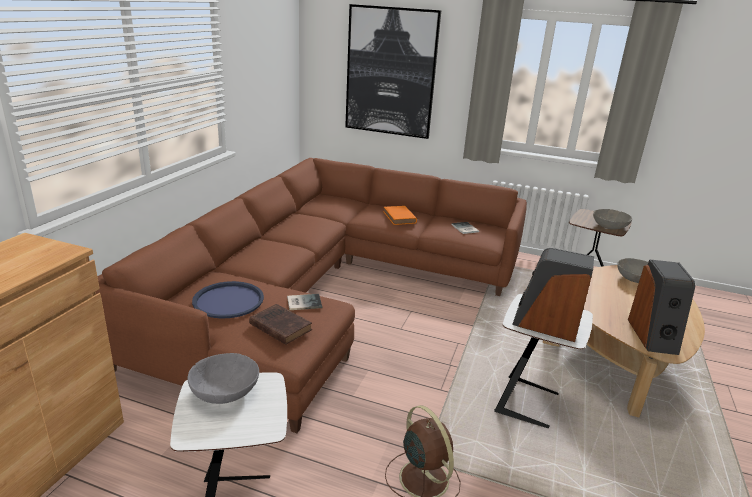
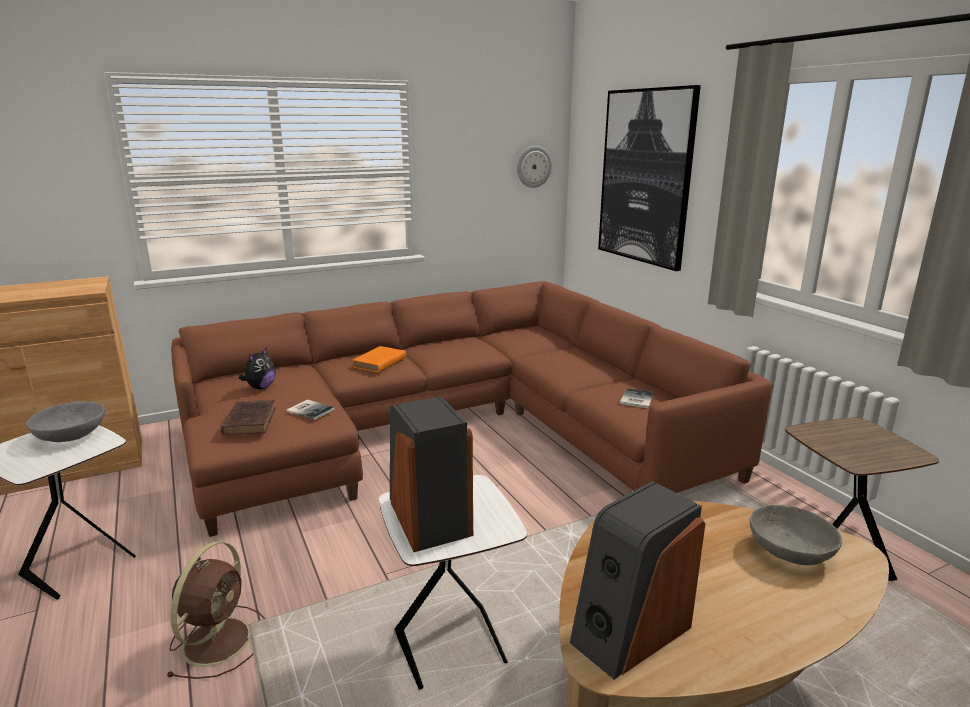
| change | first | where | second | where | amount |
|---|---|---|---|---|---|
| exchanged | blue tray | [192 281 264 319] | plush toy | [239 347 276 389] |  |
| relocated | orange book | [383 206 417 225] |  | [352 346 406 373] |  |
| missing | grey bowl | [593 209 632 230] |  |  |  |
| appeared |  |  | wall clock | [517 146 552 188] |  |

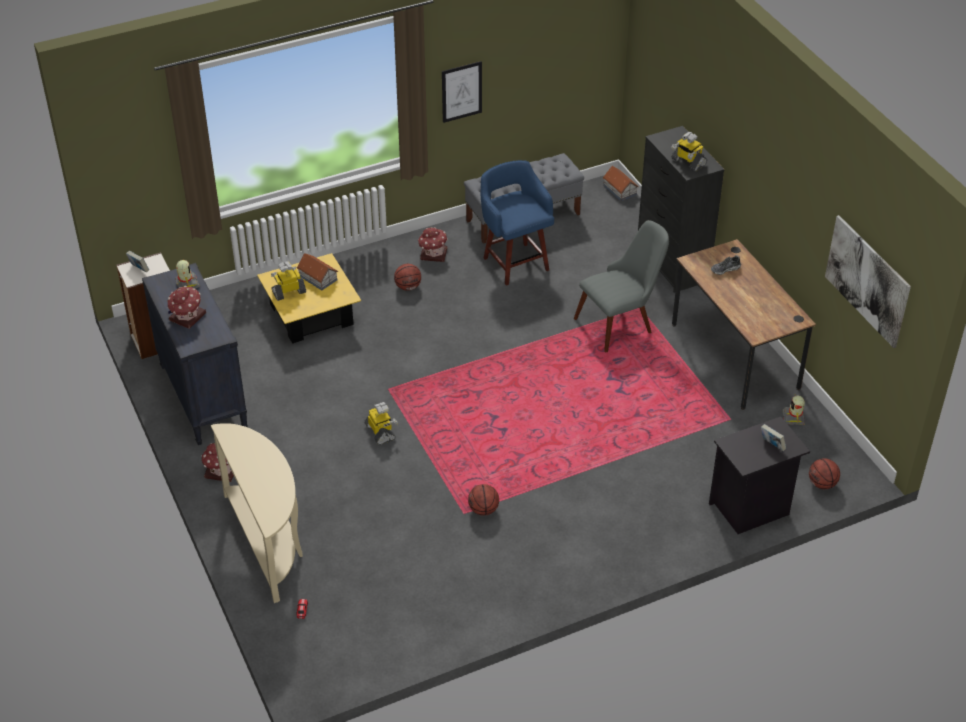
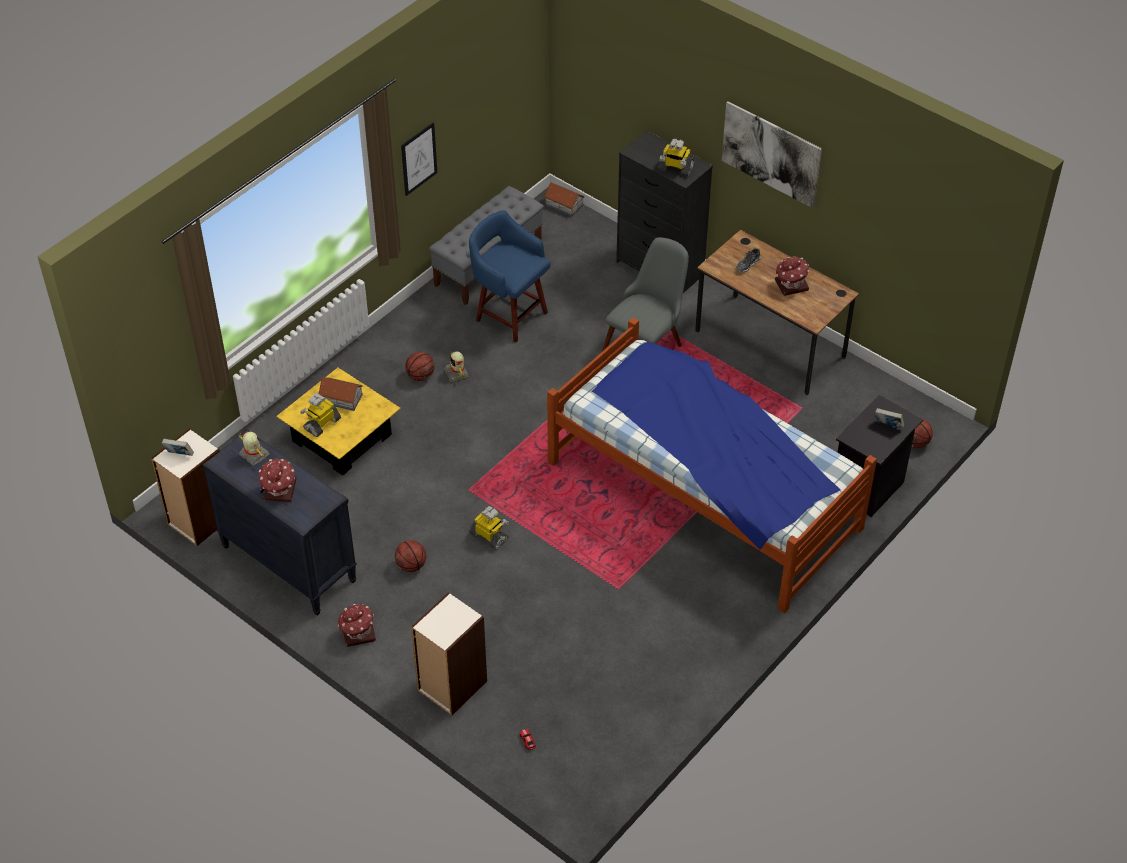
| change | first | where | second | where | amount |
|---|---|---|---|---|---|
| exchanged | beige console table | [211 423 303 603] | bookcase | [411 592 487 716] |  |
| relocated | toy house | [418 227 448 262] |  | [775 256 809 296] |  |
| relocated | basketball | [468 484 499 516] |  | [395 540 426 572] |  |
| relocated | toy robot | [783 396 805 425] |  | [444 351 469 382] |  |
| relocated | picture | [825 215 911 348] |  | [722 101 822 208] |  |
| appeared |  |  | bed | [547 318 877 613] |  |

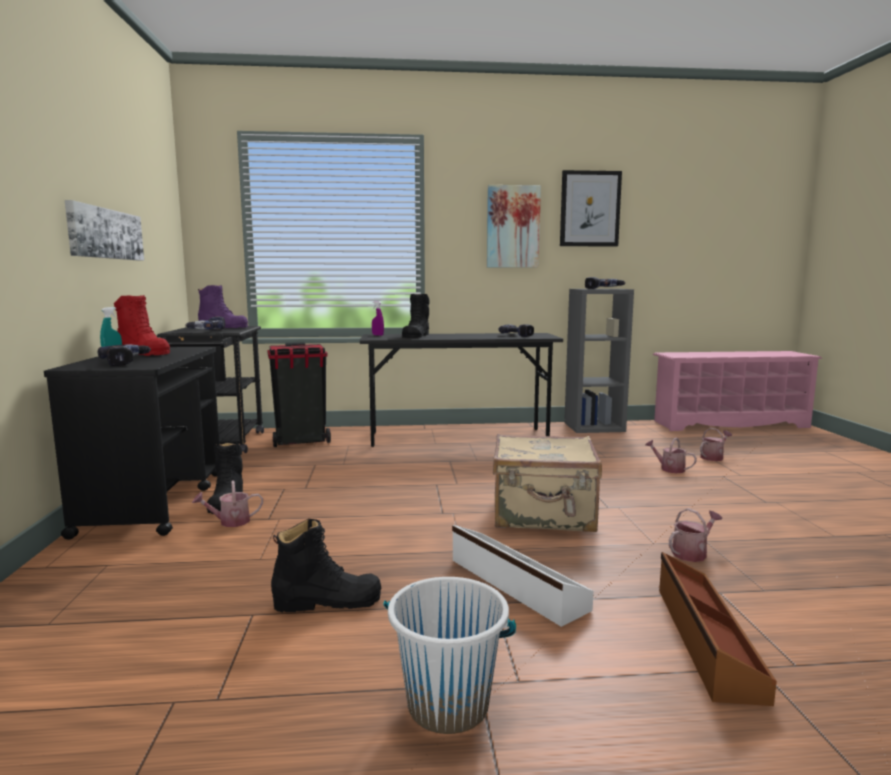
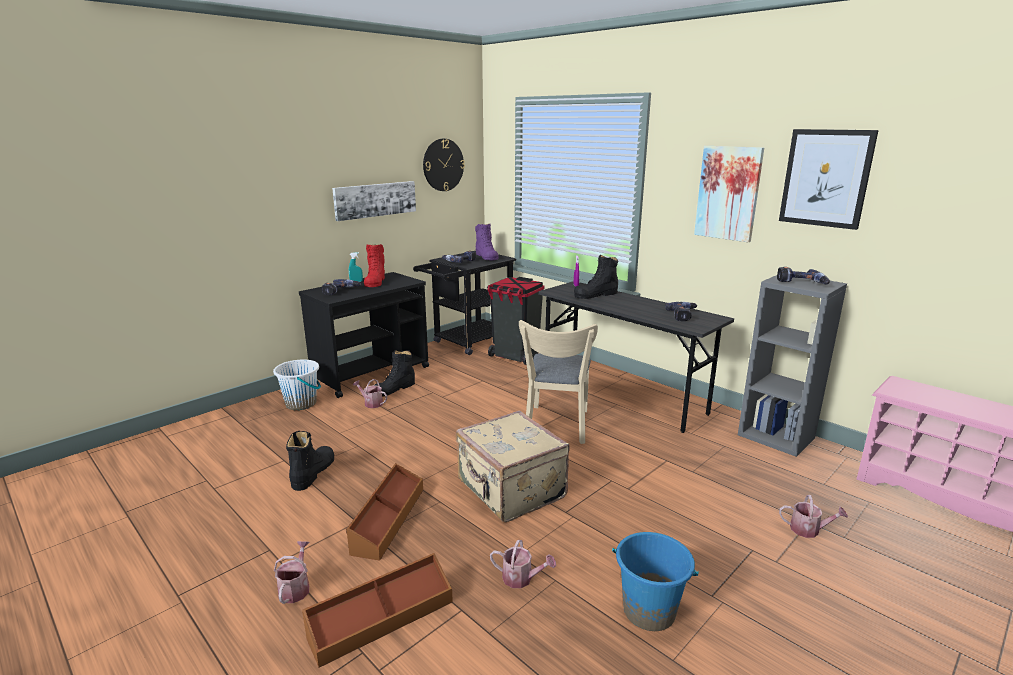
| change | first | where | second | where | amount |
|---|---|---|---|---|---|
| spun | black boot | [271 519 382 612] |  | [286 431 334 491] | 120 degrees counterclockwise |
| relocated | white bucket | [384 577 516 734] |  | [273 360 321 410] |  |
| colour | white storage box | [452 525 594 627] | brown storage box | [346 463 423 561] |  |
| relocated | watering can | [645 438 697 473] |  | [274 541 310 604] |  |
| appeared |  |  | wall clock | [423 139 465 191] |  |
| appeared |  |  | beige chair | [519 320 598 444] |  |
| appeared |  |  | blue bucket | [612 532 699 631] |  |

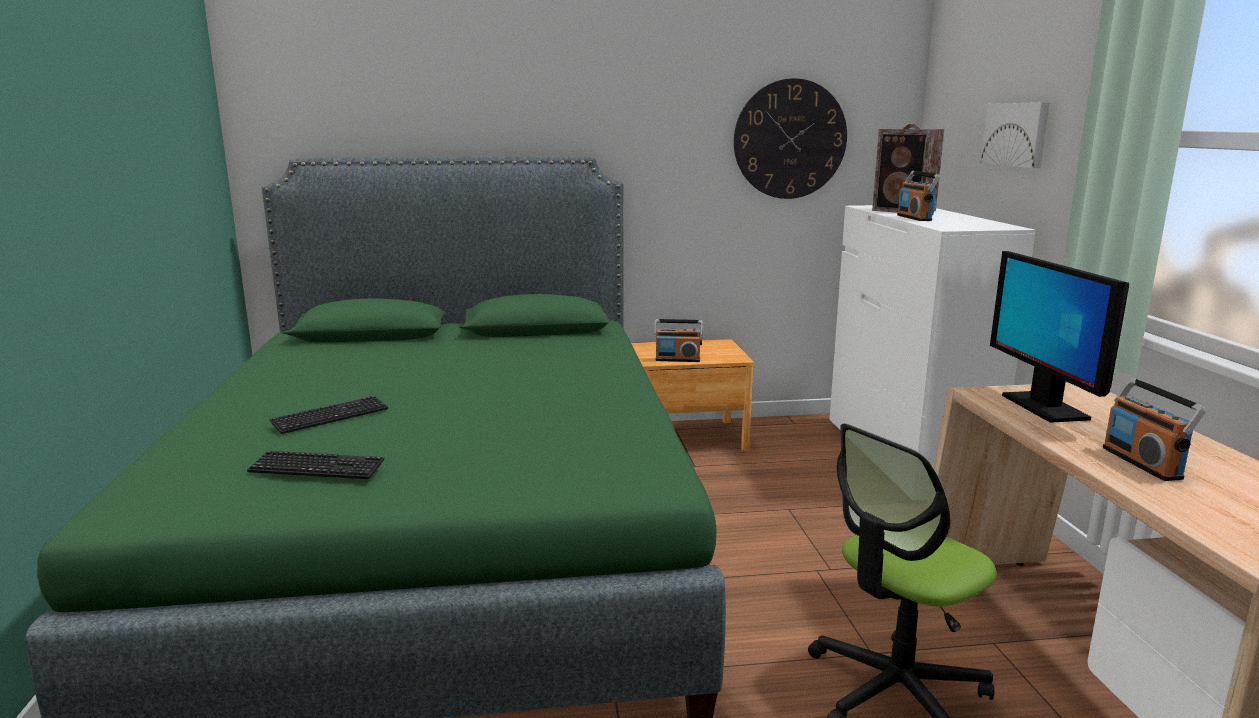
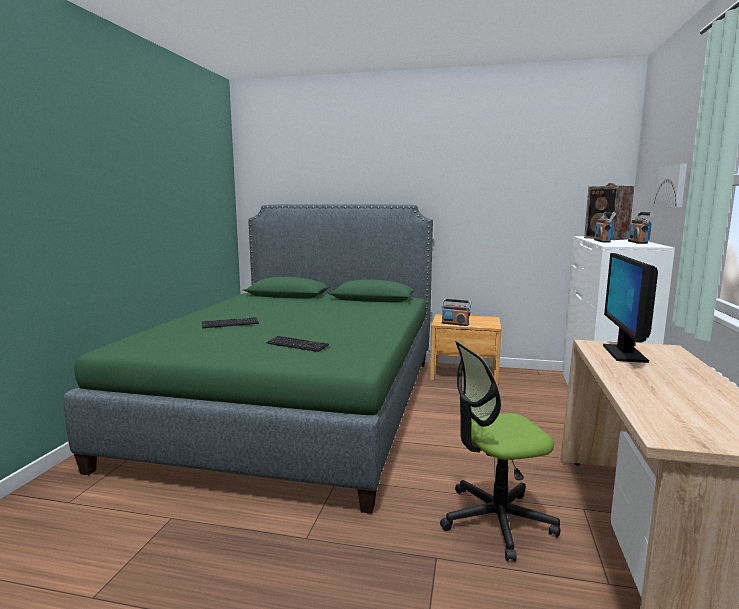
| change | first | where | second | where | amount |
|---|---|---|---|---|---|
| relocated | keyboard | [247 451 385 479] |  | [267 336 329 352] |  |
| missing | wall clock | [734 78 847 199] |  |  |  |
| relocated | radio | [1103 378 1207 481] |  | [628 212 654 244] |  |

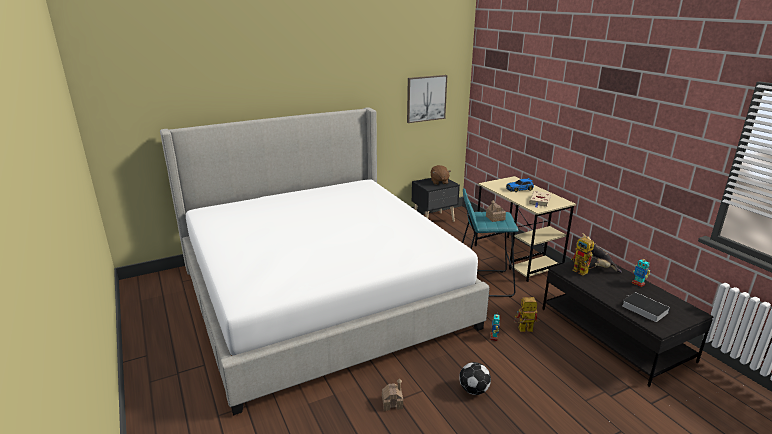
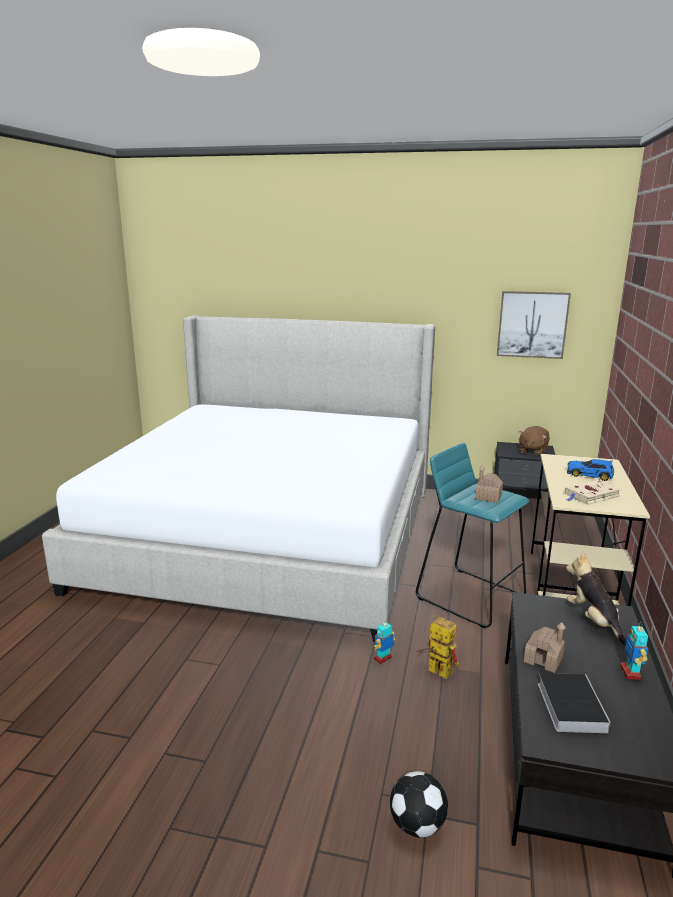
| change | first | where | second | where | amount |
|---|---|---|---|---|---|
| relocated | toy house | [382 378 403 411] |  | [524 622 566 673] |  |
| relocated | football | [459 362 491 395] |  | [390 771 448 838] |  |
| missing | toy robot | [571 237 599 276] |  |  |  |

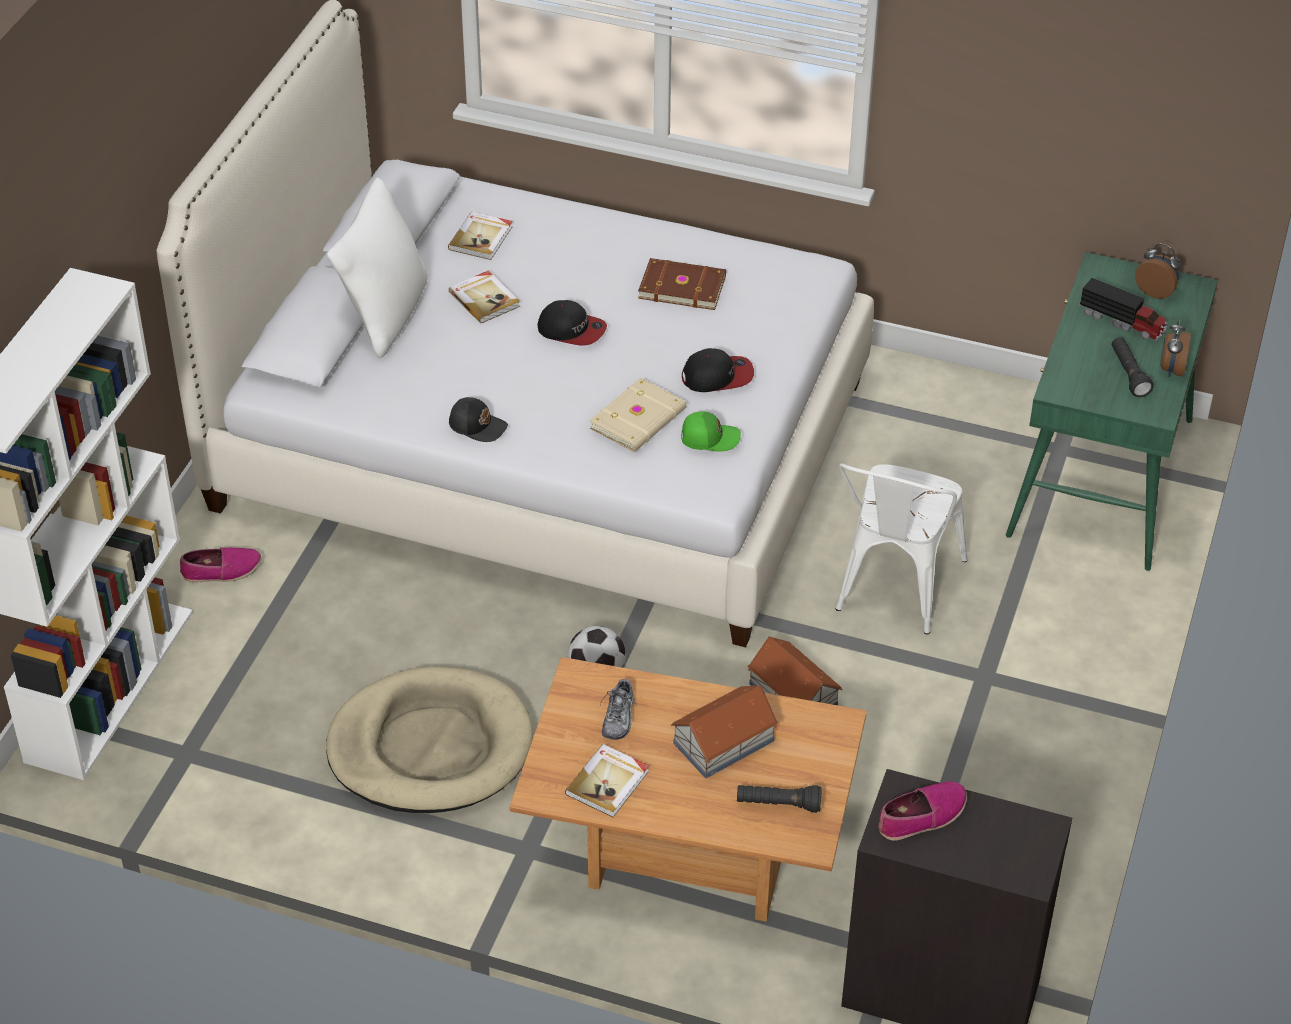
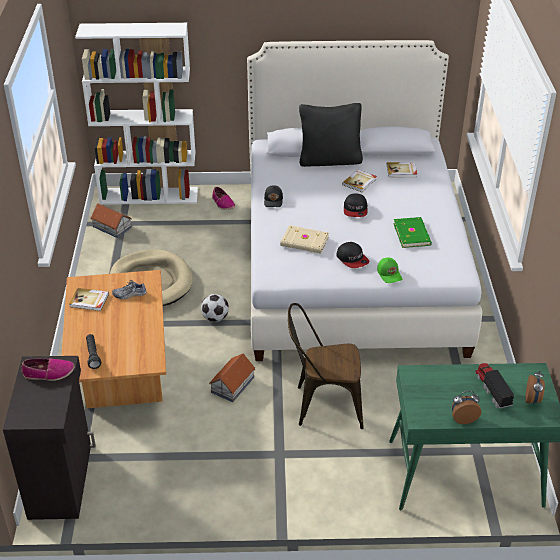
| change | first | where | second | where | amount |
|---|---|---|---|---|---|
| colour | white pillow | [327 178 428 358] | black pillow | [299 103 363 167] |  |
| colour | brown book | [638 258 726 310] | green book | [393 217 432 248] |  |
| relocated | toy house | [671 686 779 778] |  | [91 204 132 238] |  |
| relocated | green cap | [681 411 741 451] |  | [377 257 402 283] |  |
| colour | white chair | [836 464 967 634] | brown chair | [288 303 364 429] |  |
| spun | shoe | [878 781 967 841] |  | [21 358 75 381] | 45 degrees counterclockwise |
| spun | toy truck | [1079 278 1167 342] |  | [475 363 514 409] | 150 degrees clockwise |
| missing | black flashlight | [1112 337 1153 397] |  |  |  |

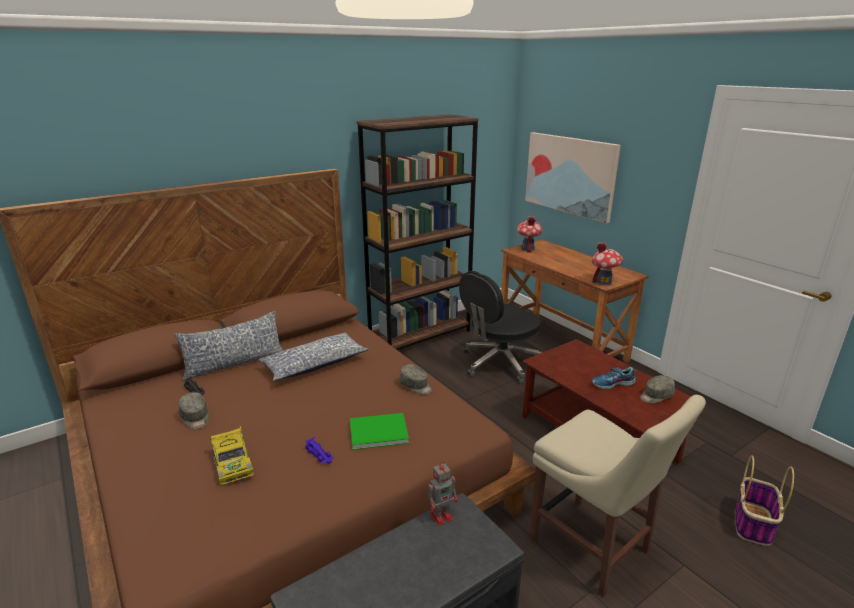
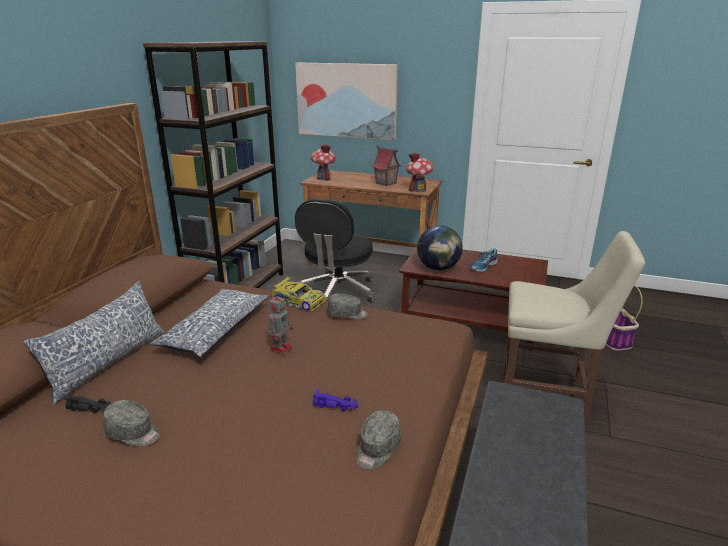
| change | first | where | second | where | amount |
|---|---|---|---|---|---|
| relocated | toy car | [210 426 254 485] |  | [271 276 326 311] |  |
| missing | green book | [350 413 409 450] |  |  |  |
| relocated | toy robot | [428 461 458 526] |  | [268 292 293 354] |  |
| relocated | grey cap | [640 375 675 403] |  | [356 410 401 469] |  |
| appeared |  |  | toy house | [372 146 401 186] |  |
| appeared |  |  | globe | [417 225 463 270] |  |

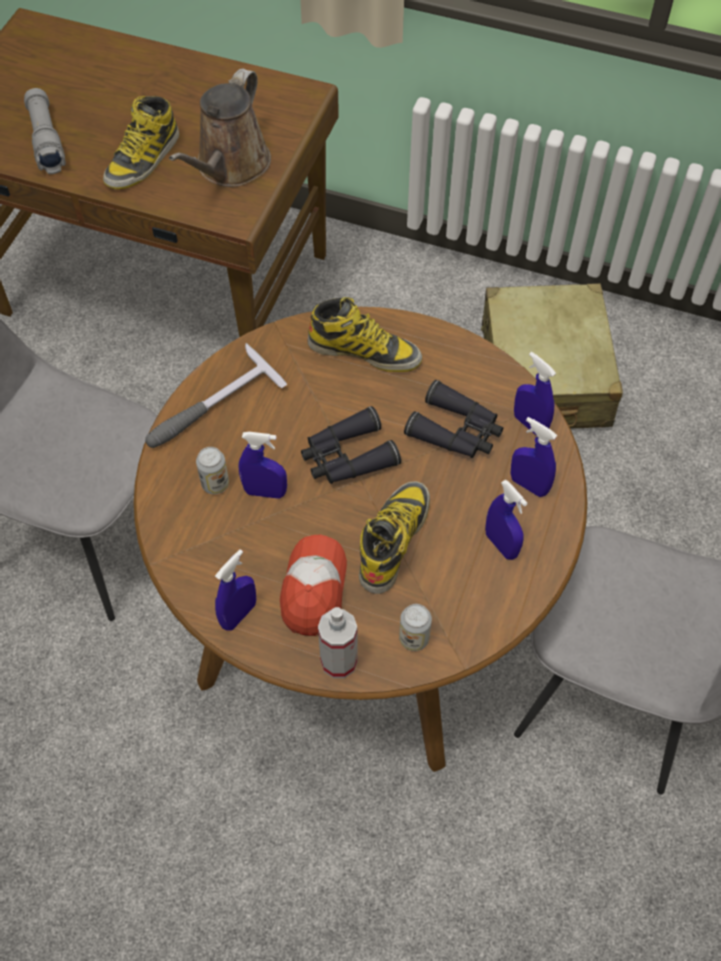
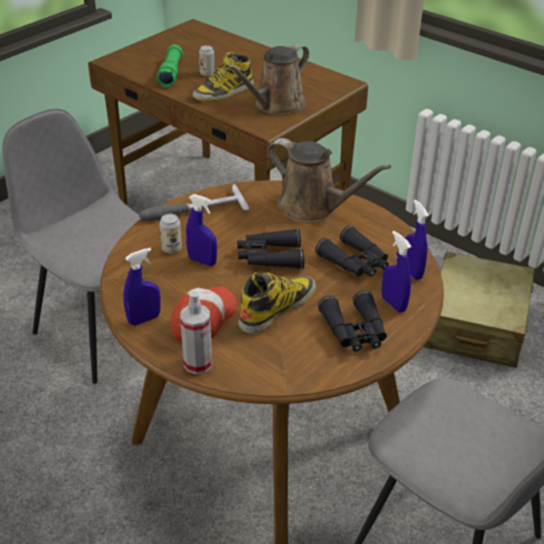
| change | first | where | second | where | amount |
|---|---|---|---|---|---|
| colour | grey flashlight | [24 88 66 174] | green flashlight | [157 45 183 88] |  |
| exchanged | boot | [307 297 422 372] | brown watering can | [268 138 391 223] |  |
| relocated | can | [399 604 432 651] |  | [199 45 215 76] |  |
| exchanged | blue spray bottle | [485 480 527 560] | black binoculars | [318 290 387 352] |  |

